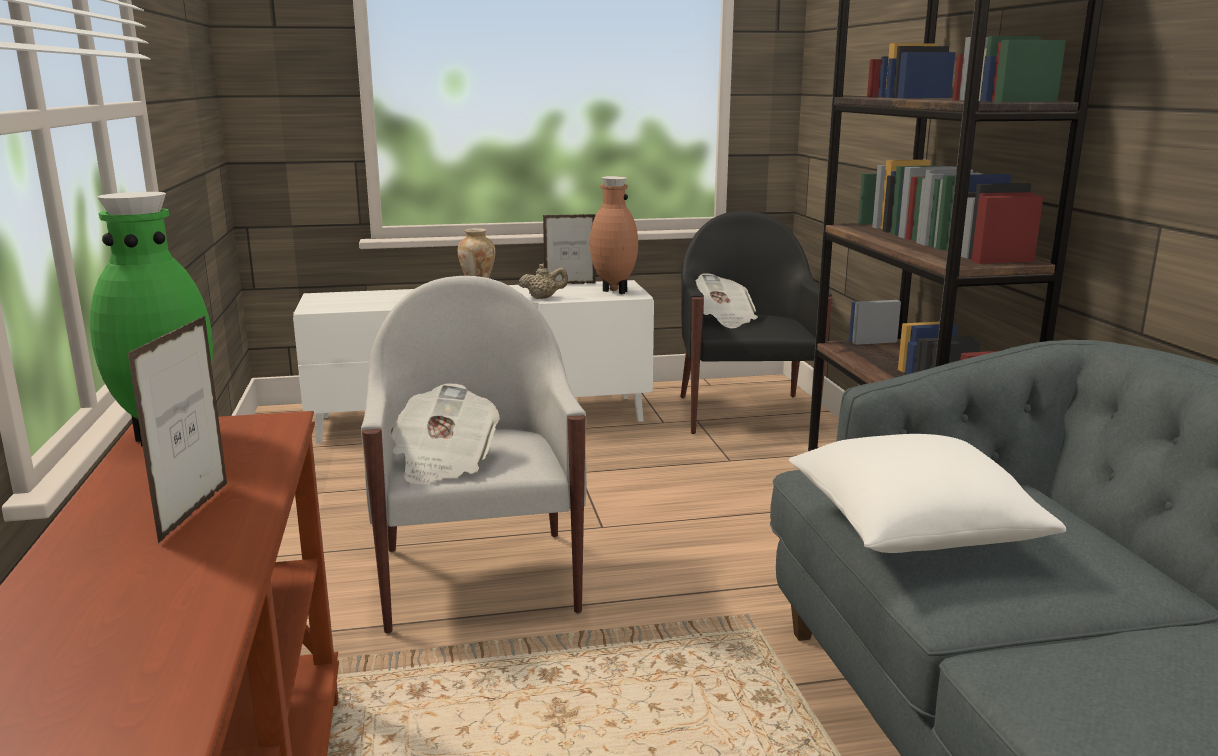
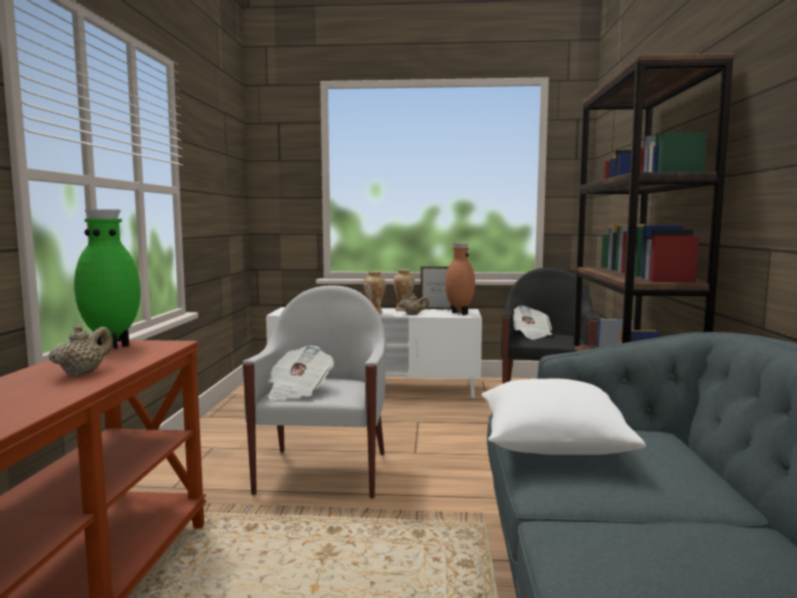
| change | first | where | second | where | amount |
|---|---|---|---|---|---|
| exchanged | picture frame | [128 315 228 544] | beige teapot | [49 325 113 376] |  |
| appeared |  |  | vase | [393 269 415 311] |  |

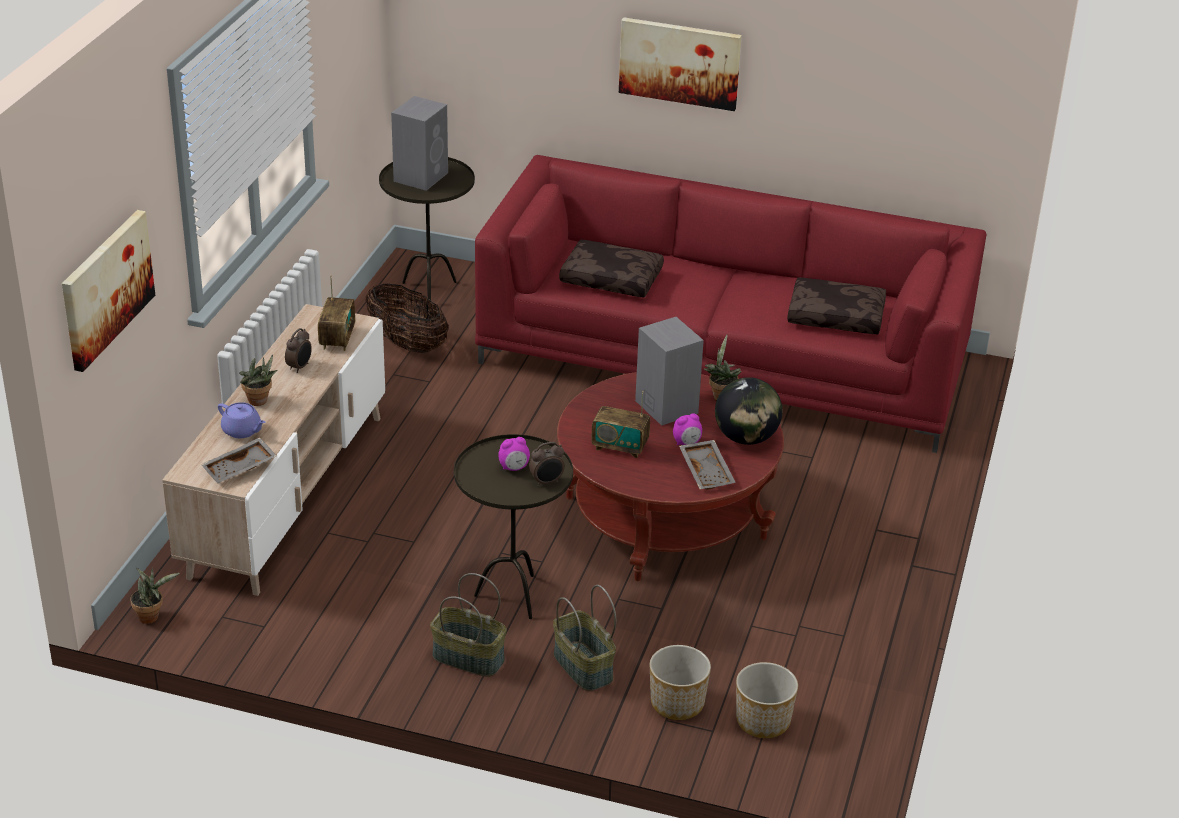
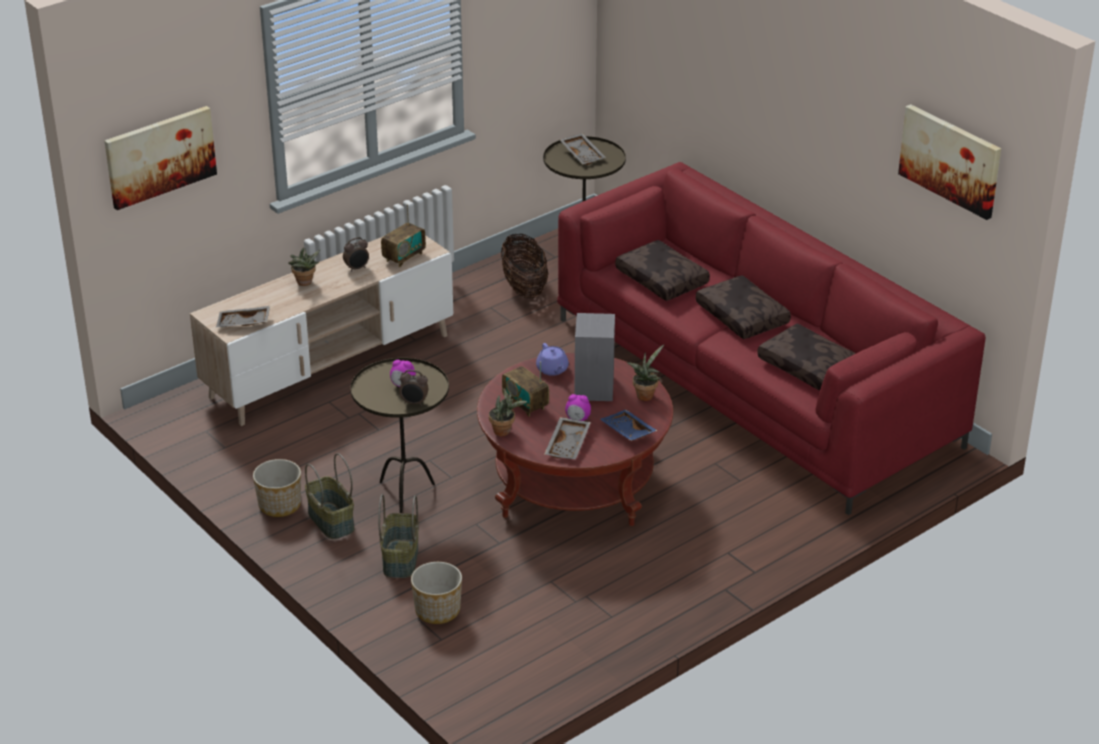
| change | first | where | second | where | amount |
|---|---|---|---|---|---|
| relocated | potted plant | [130 568 180 624] |  | [489 388 527 436] |  |
| relocated | purple teapot | [218 402 265 438] |  | [536 343 569 376] |  |
| exchanged | grey speaker | [391 96 448 191] | grey tray | [560 133 606 165] |  |
| relocated | picture | [619 17 742 111] |  | [898 104 1001 220] |  |
| exchanged | globe | [715 377 782 445] | blue tray | [600 410 658 441] |  |
| relocated | planter | [736 662 798 738] |  | [253 459 301 517] |  |
| appeared |  |  | brown pillow | [696 275 791 339] |  |

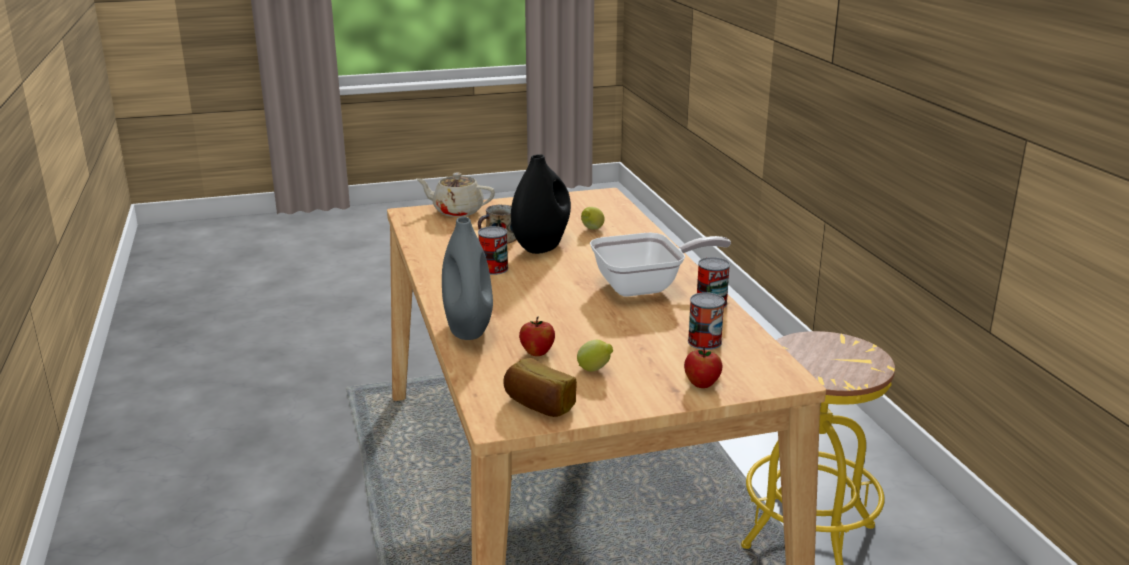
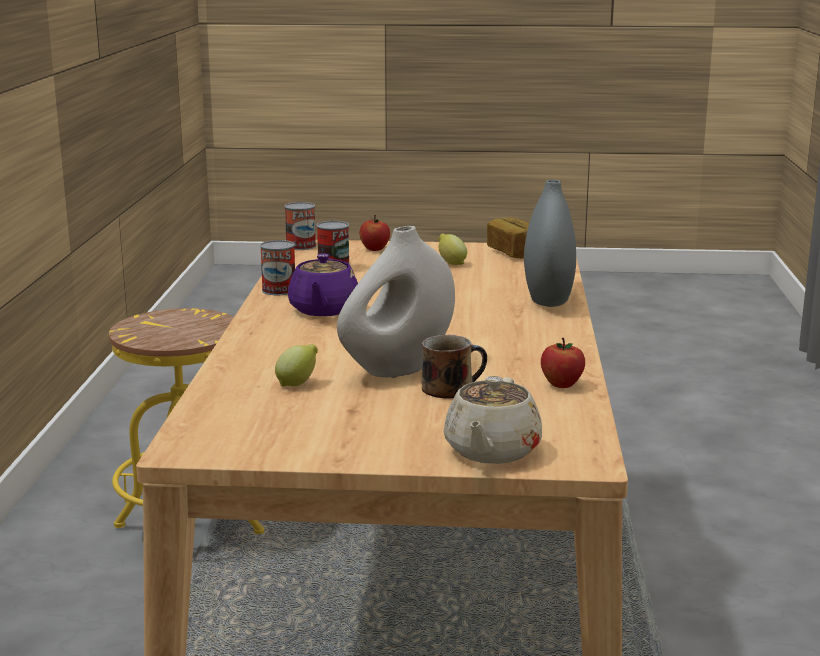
| change | first | where | second | where | amount |
|---|---|---|---|---|---|
| spun | beige teapot | [416 173 495 217] |  | [444 376 542 464] | 75 degrees clockwise |
| relocated | can | [478 226 508 275] |  | [285 202 316 250] |  |
| colour | black vase | [511 154 571 254] | white vase | [337 226 455 378] |  |
| relocated | apple | [519 317 555 356] |  | [541 338 585 388] |  |
| exchanged | frying pan | [590 233 731 297] | purple teapot | [288 254 358 316] |  |

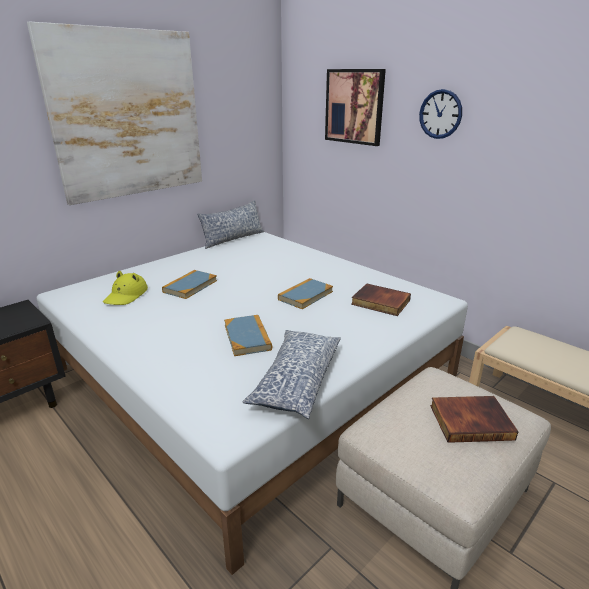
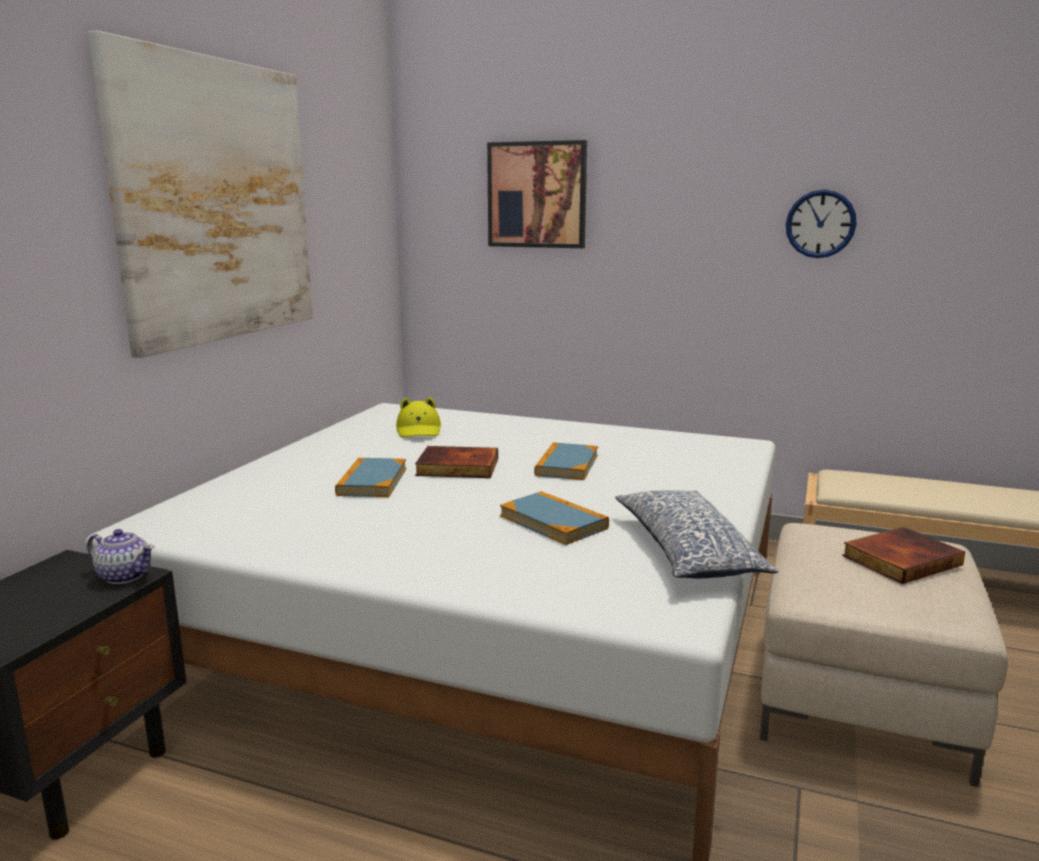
| change | first | where | second | where | amount |
|---|---|---|---|---|---|
| relocated | yellow hat | [103 271 148 305] |  | [396 397 441 437] |  |
| missing | pillow | [197 200 264 249] |  |  |  |
| relocated | book | [351 283 411 316] |  | [415 446 498 478] |  |
| relocated | wall clock | [419 89 462 139] |  | [786 189 857 258] |  |
| appeared |  |  | teapot | [87 529 154 584] |  |

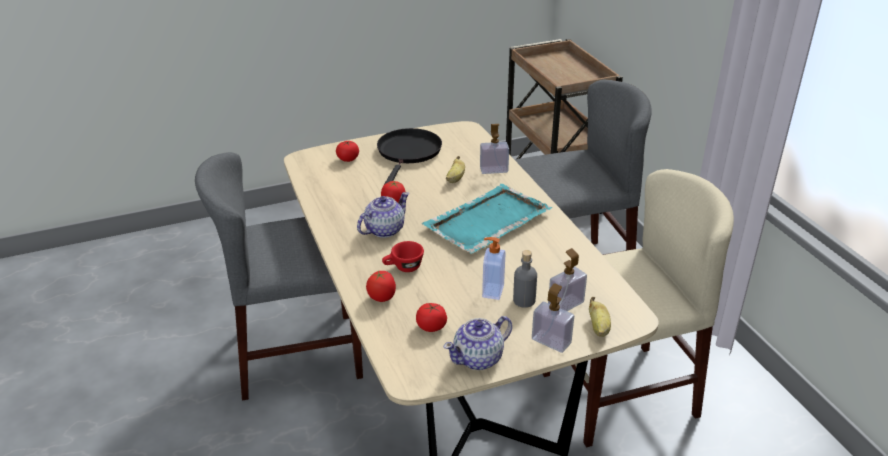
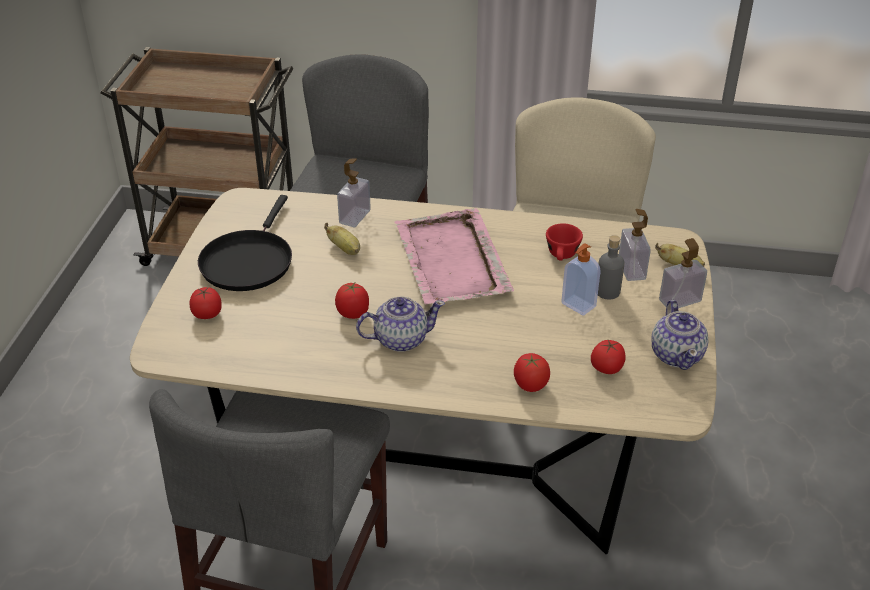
| change | first | where | second | where | amount |
|---|---|---|---|---|---|
| spun | teapot | [357 192 409 238] |  | [356 297 445 352] | 90 degrees clockwise |
| spun | black frying pan | [377 128 442 185] |  | [198 195 292 291] | 120 degrees counterclockwise |
| relocated | red cup | [382 241 424 272] |  | [546 223 583 261] |  |
| colour | turquoise tray | [422 184 552 254] | pink tray | [394 208 514 304] |  |

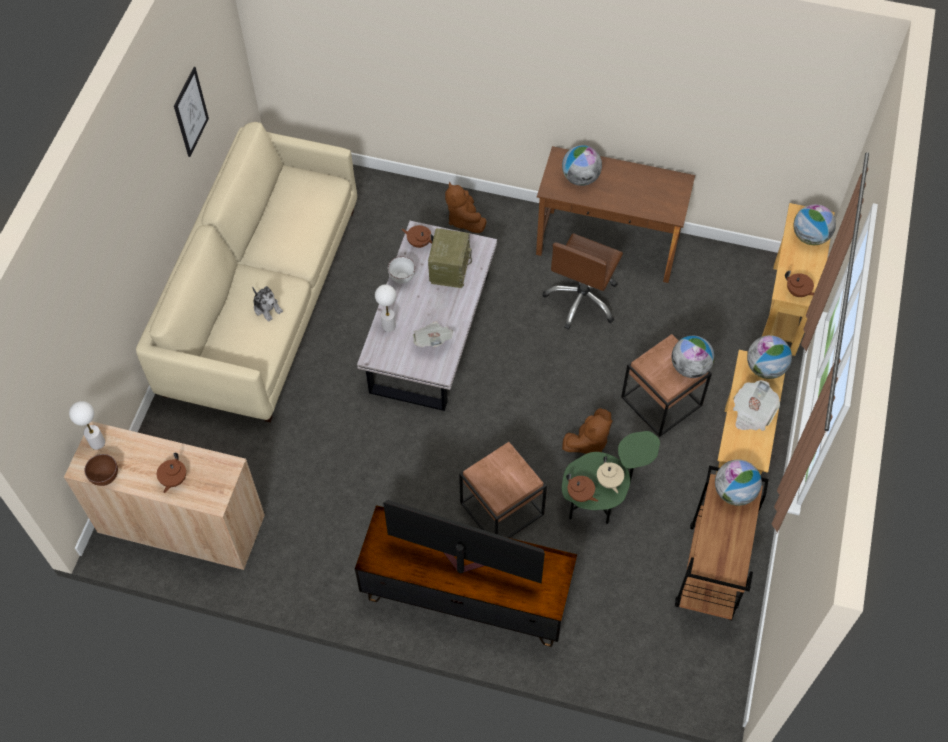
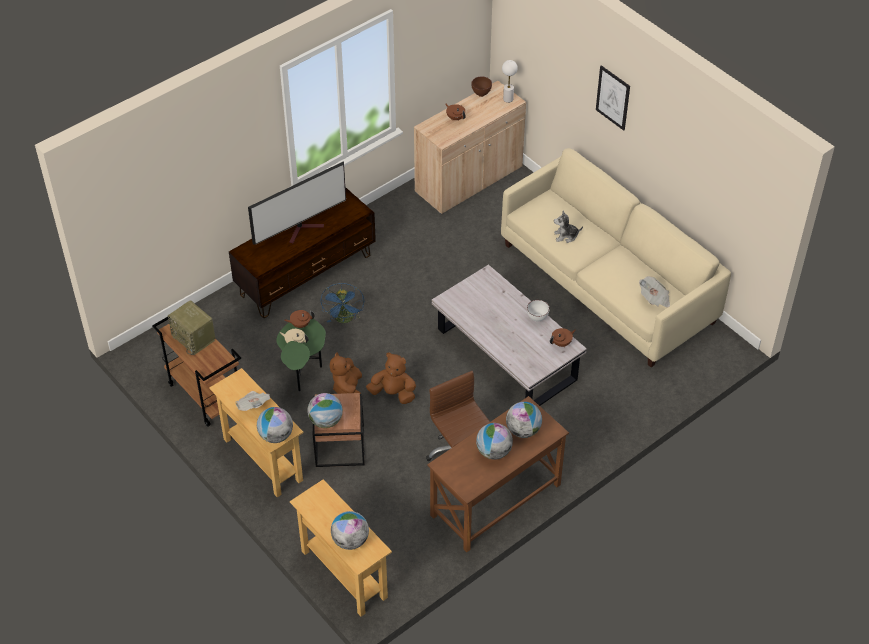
| change | first | where | second | where | amount |
|---|---|---|---|---|---|
| relocated | picture | [174 67 209 157] |  | [596 65 630 131] |  |
| missing | white table lamp | [375 284 396 332] |  |  |  |
| relocated | newspaper | [413 322 453 347] |  | [639 276 670 308] |  |
| relocated | radio | [428 228 472 288] |  | [168 300 215 355] |  |
| relocated | brown plush toy | [445 182 486 233] |  | [366 353 416 404] |  |
| exchanged | brown side table | [459 441 547 538] | blue fan | [321 283 364 323] |  |
| relocated | globe | [715 459 762 506] |  | [476 423 513 460] |  |
| missing | brown teapot | [785 271 814 297] |  |  |  |

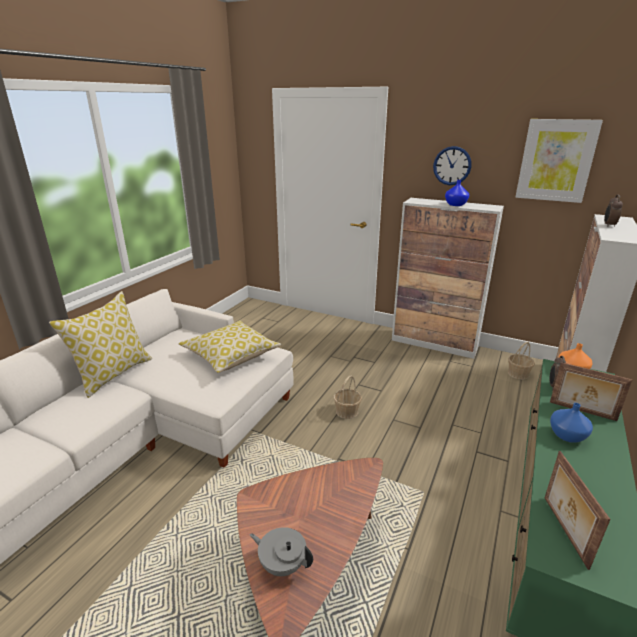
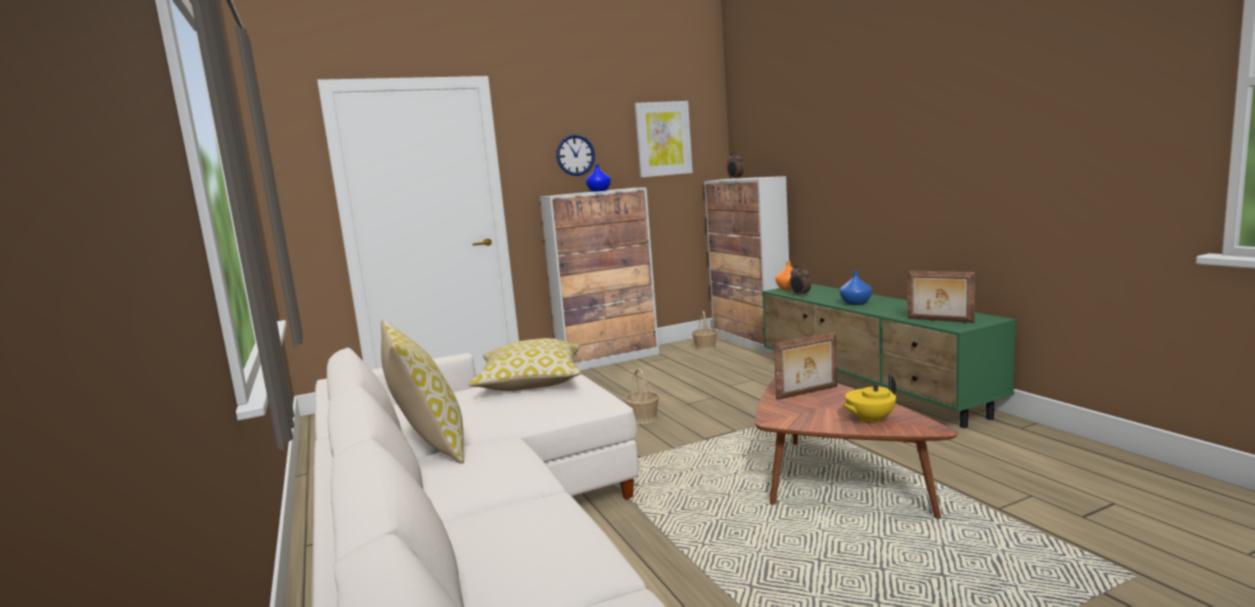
| change | first | where | second | where | amount |
|---|---|---|---|---|---|
| colour | grey teapot | [250 527 313 576] | yellow teapot | [841 374 896 423] |  |
| relocated | picture frame | [550 362 632 421] |  | [774 332 837 400] |  |

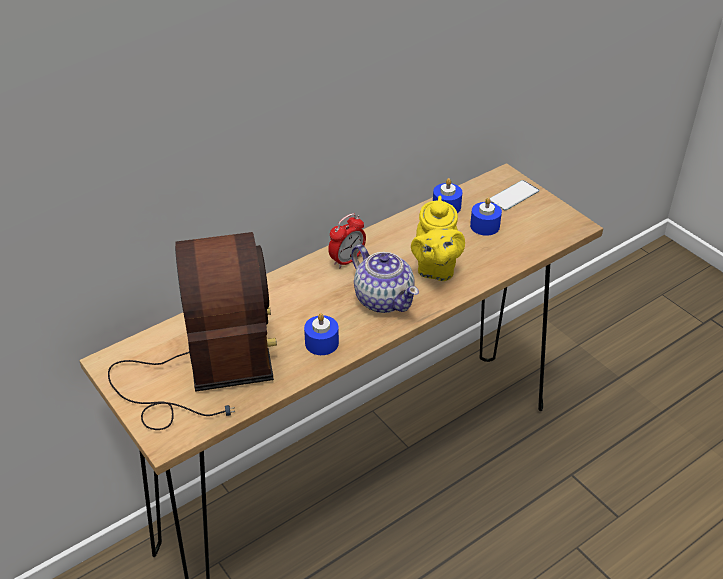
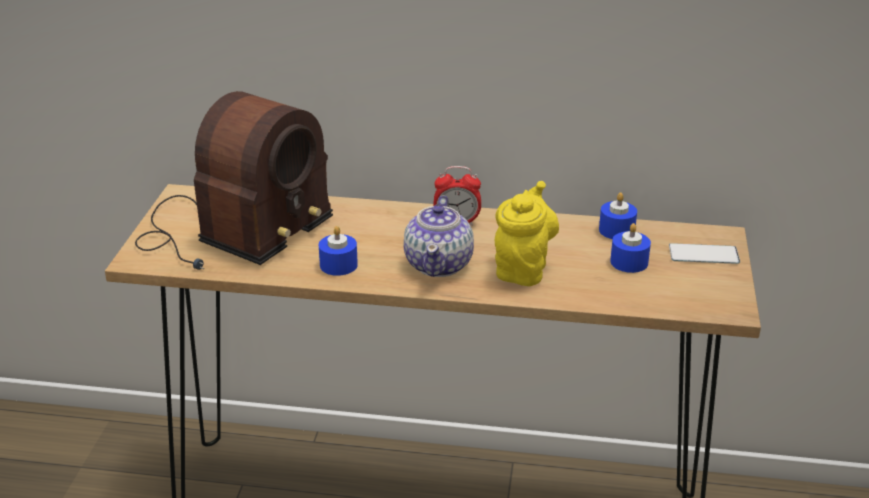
| change | first | where | second | where | amount |
|---|---|---|---|---|---|
| spun | yellow teapot | [411 196 465 281] |  | [495 181 559 286] | 150 degrees clockwise |

